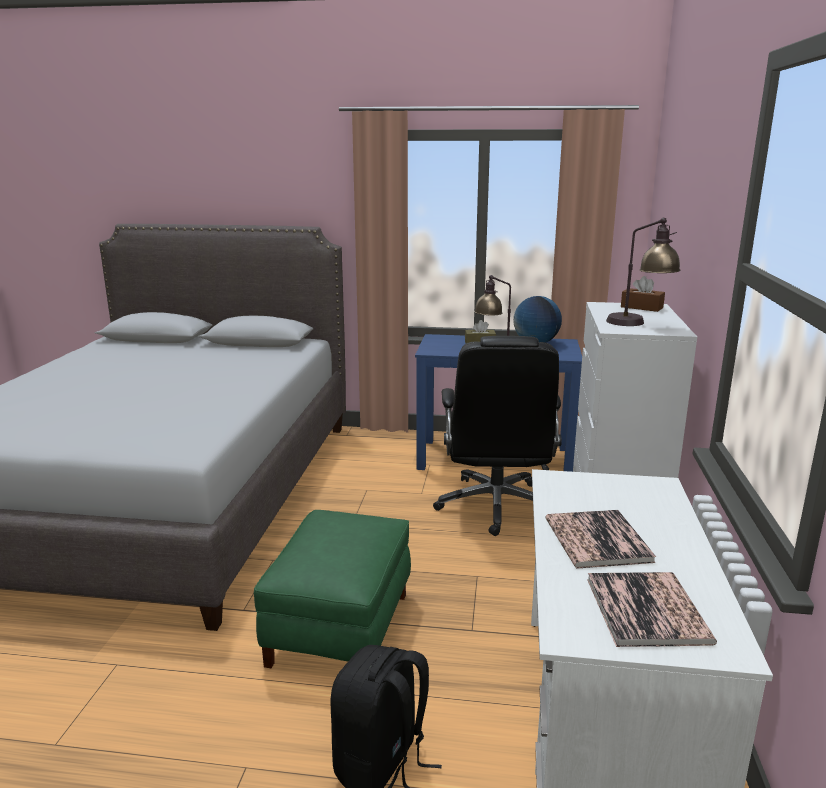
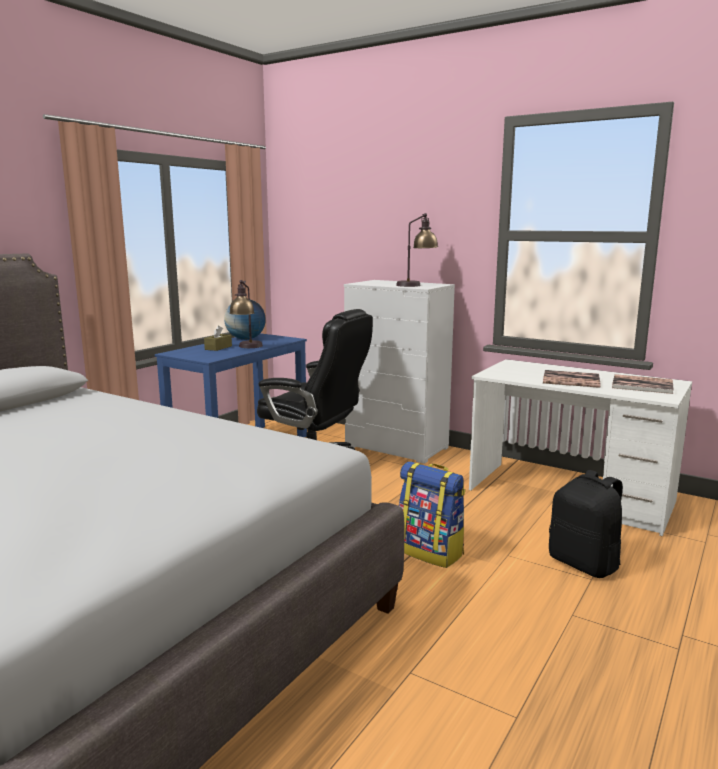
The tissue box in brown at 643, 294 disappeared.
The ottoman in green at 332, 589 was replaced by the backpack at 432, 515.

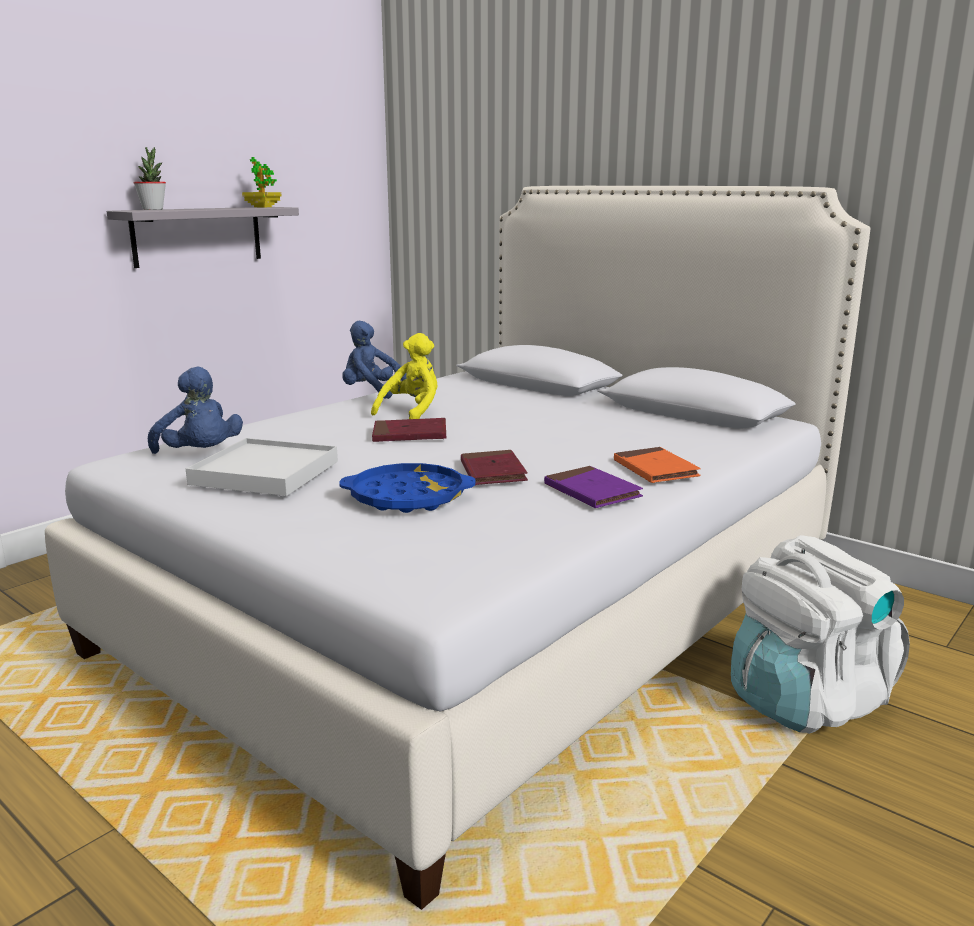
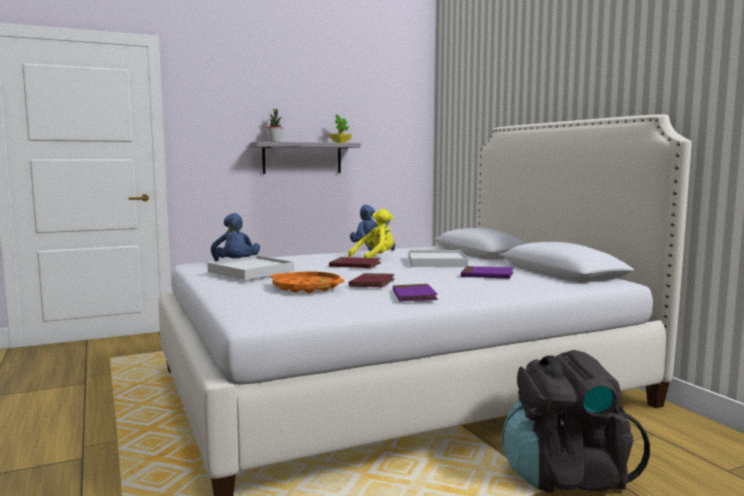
The book in orange at 657, 465 disappeared.
The tray in white at 438, 258 appeared.
The book in purple at 487, 272 appeared.
The tray in blue at 407, 488 became the tray in orange at 307, 282.
The backpack in white at 820, 634 became the backpack in black at 576, 421.

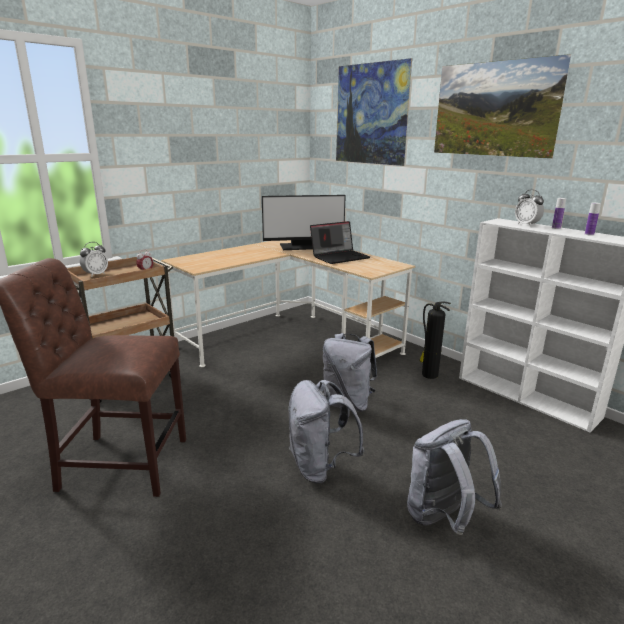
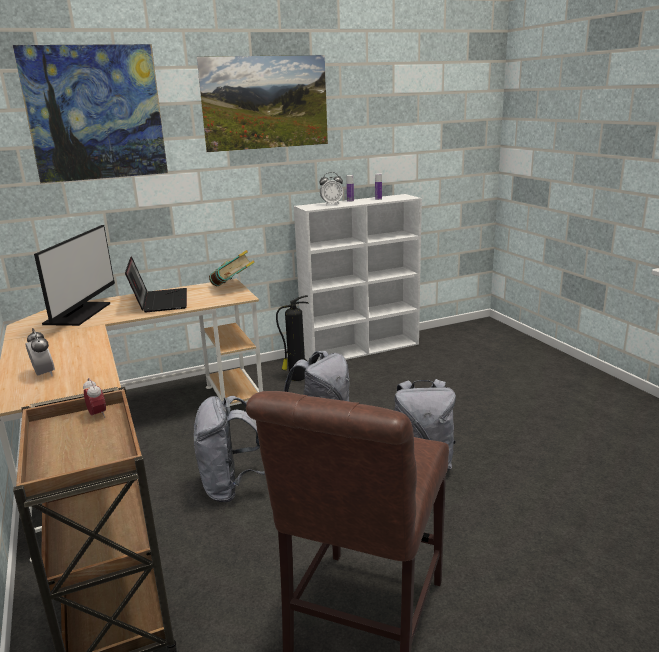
The book at 232, 268 appeared.
The alarm clock moved from 94, 259 to 40, 352.
The backpack in grey moved from 454, 477 to 229, 449.

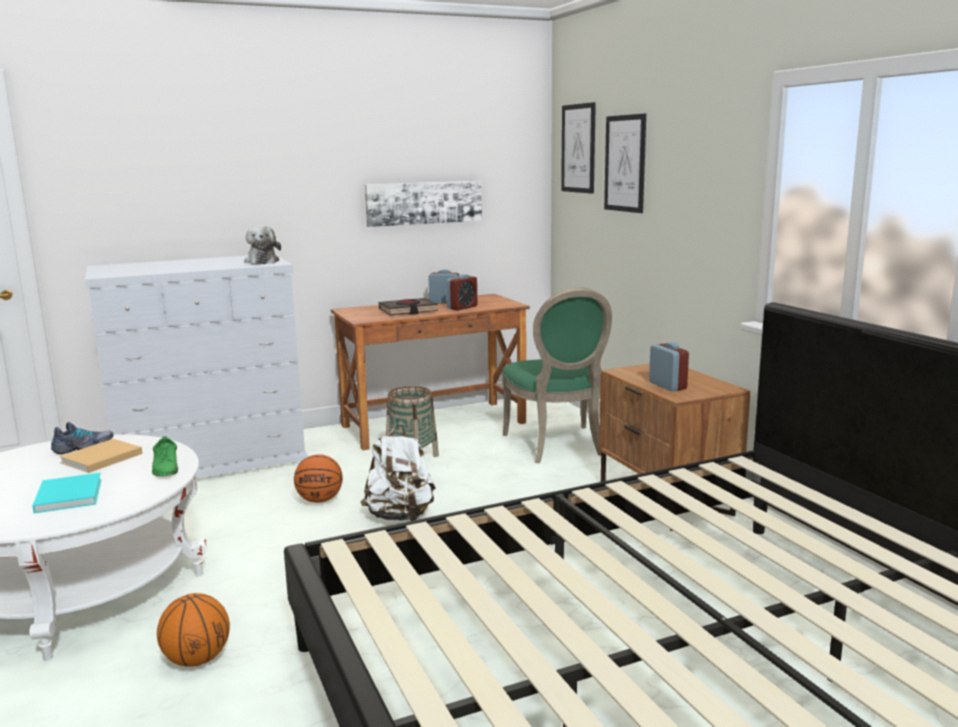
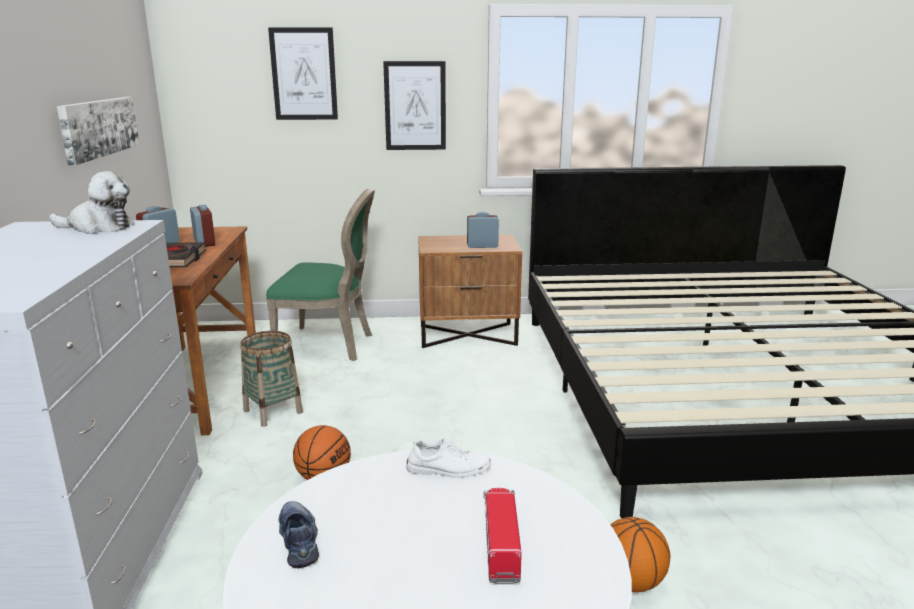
The book in beige at 101, 456 disappeared.
The backpack in white at 398, 472 disappeared.
The picture moved from 578, 148 to 414, 105.
The book in turquoise at 66, 493 was replaced by the toy truck at 503, 536.
The shoe in green at 165, 456 became the shoe in white at 448, 458.

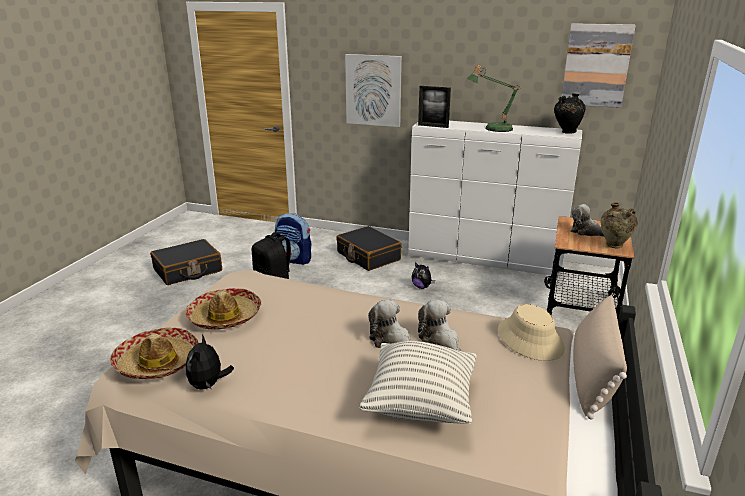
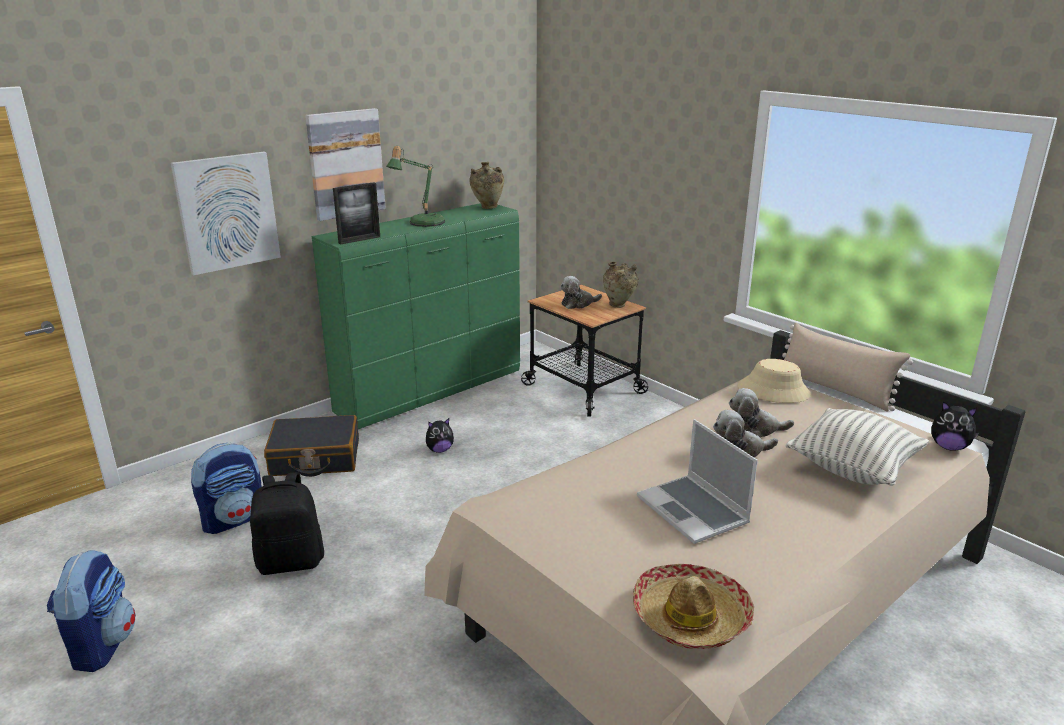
The hat at 223, 308 disappeared.
The laptop at 697, 481 appeared.
The plush toy moved from 210, 362 to 955, 426.
The picture moved from 598, 65 to 345, 164.
The suitcase in black at 186, 262 was replaced by the backpack at 91, 611.
The dresser in white at 495, 199 became the dresser in green at 416, 316.
The vase in black at 570, 113 became the vase in beige at 486, 185.

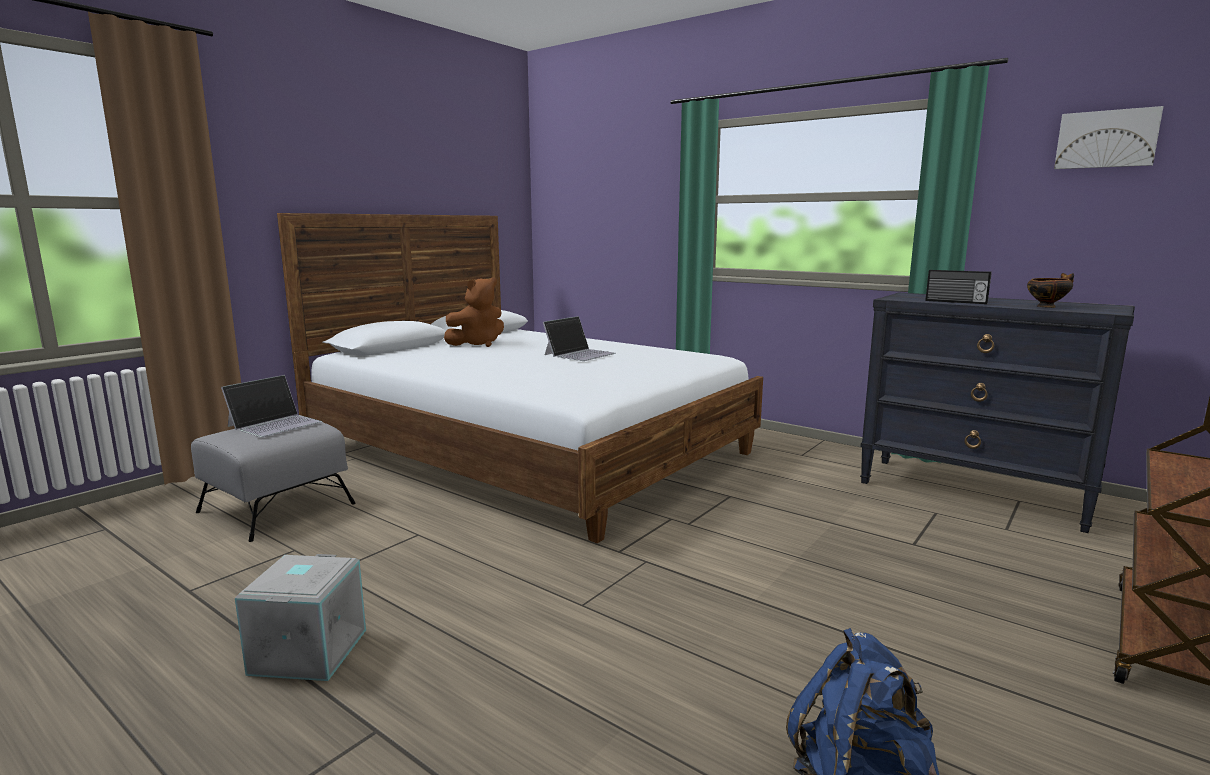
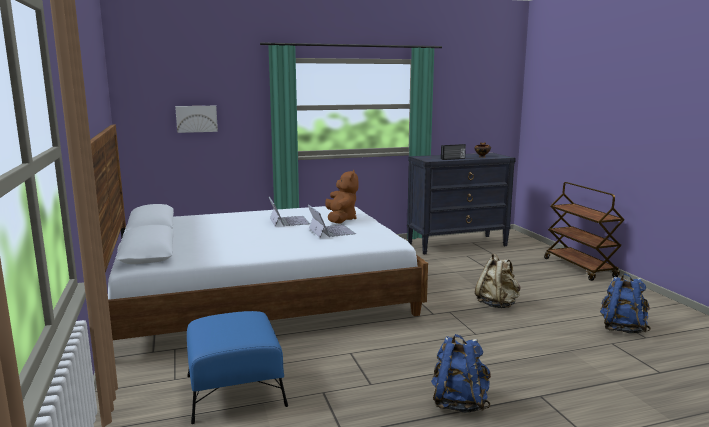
The backpack in beige at 498, 280 appeared.
The laptop moved from 271, 406 to 332, 221.
The plush toy in brown moved from 474, 312 to 341, 196.
The picture moved from 1109, 137 to 196, 119.
The storage box in grey at 300, 617 was replaced by the backpack in blue at 461, 373.
The ottoman in grey at 273, 482 became the ottoman in blue at 237, 367.

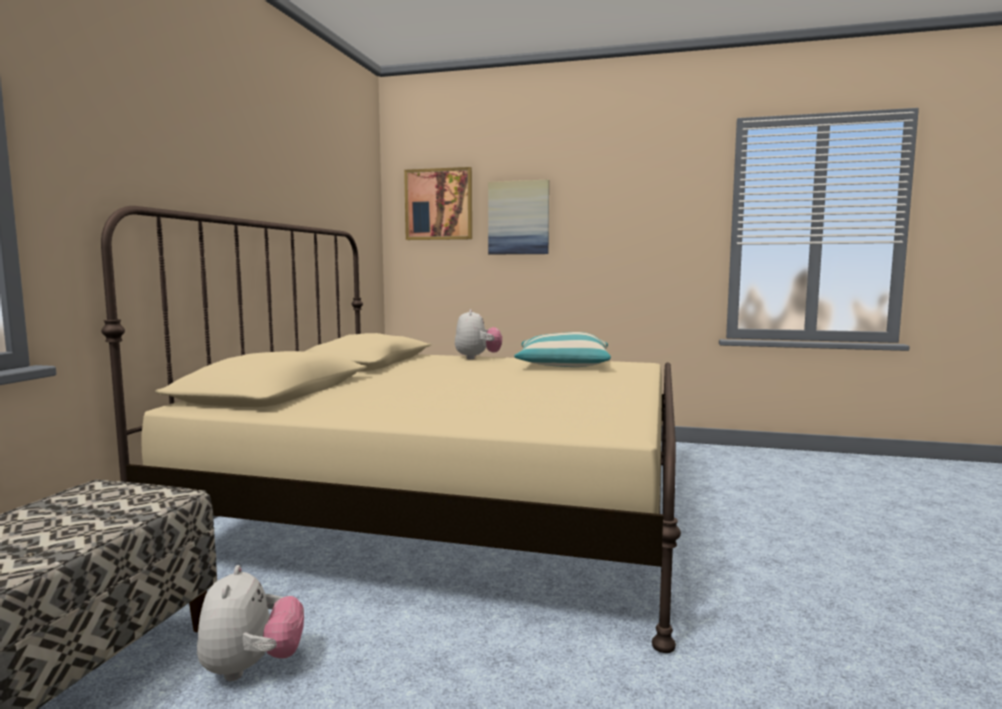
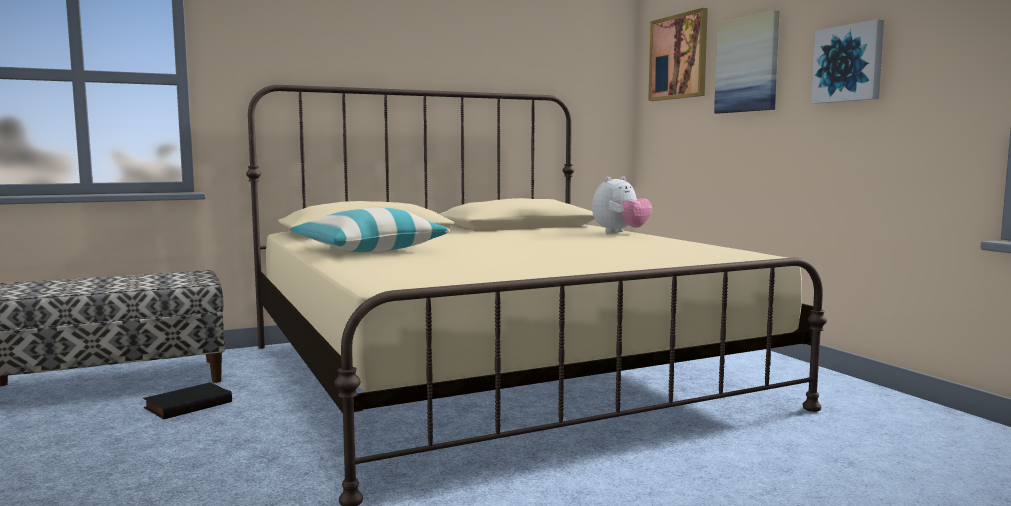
The picture at 847, 61 appeared.
The pillow moved from 562, 349 to 370, 230.
The plush toy at 250, 623 was replaced by the book in black at 187, 401.

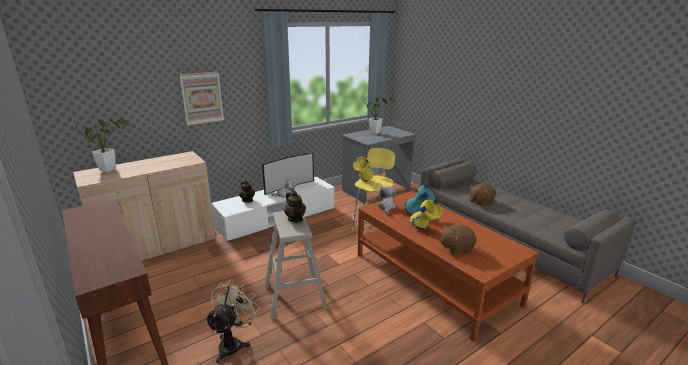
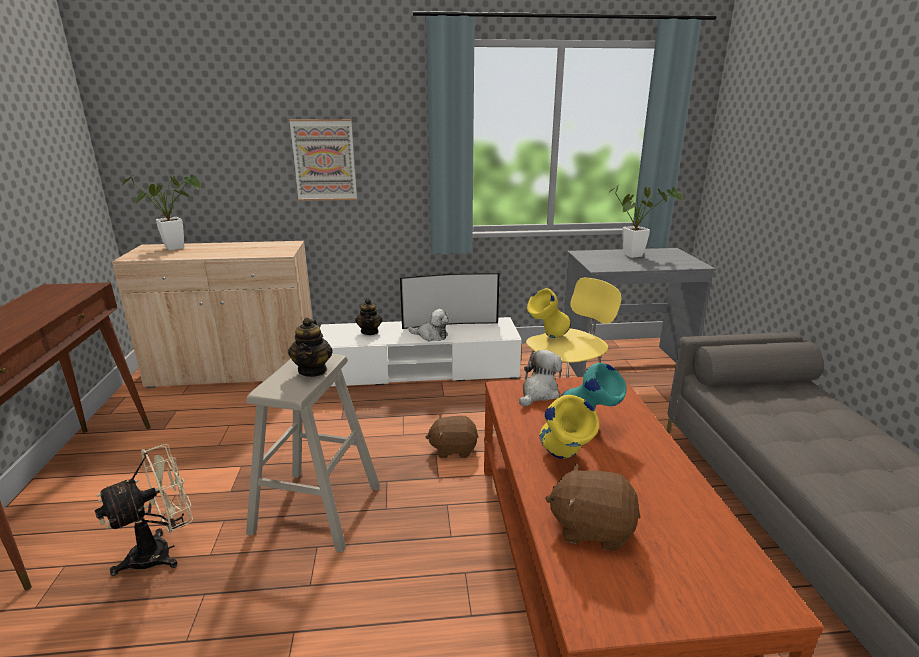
The plush toy in brown moved from 483, 194 to 452, 436.

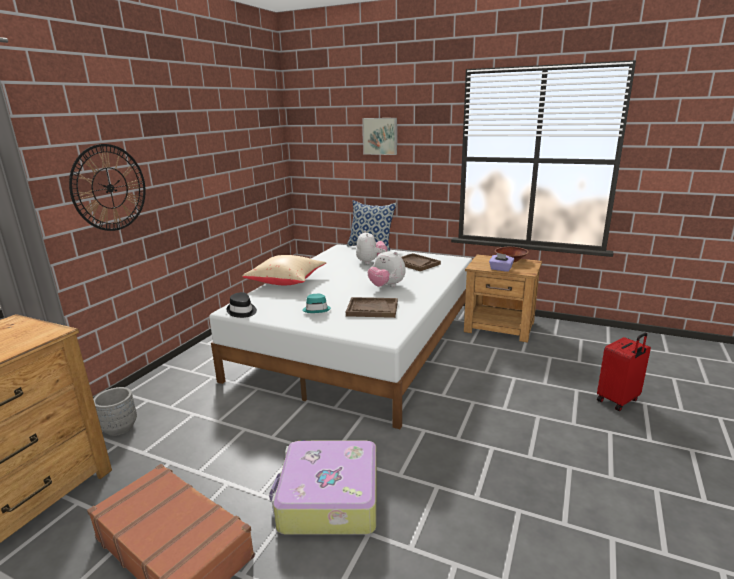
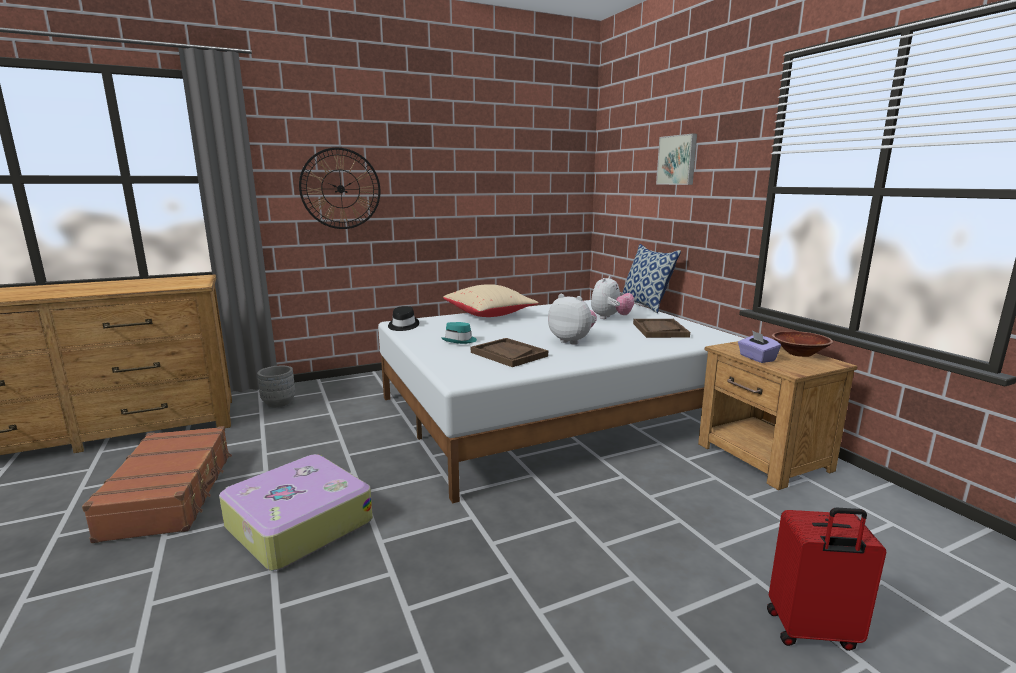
The plush toy at 387, 268 turned 135 degrees clockwise.

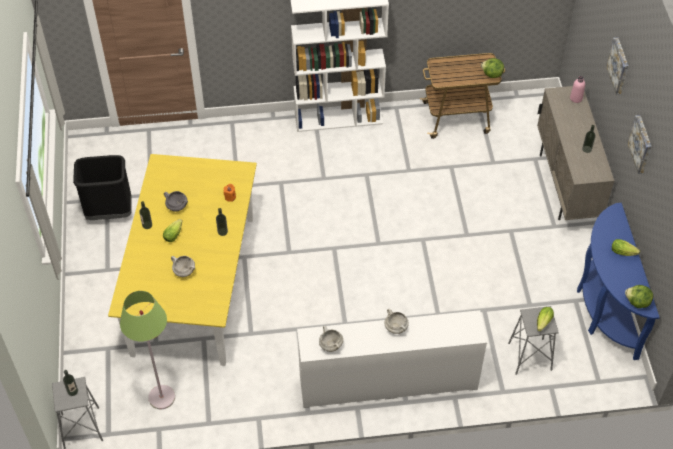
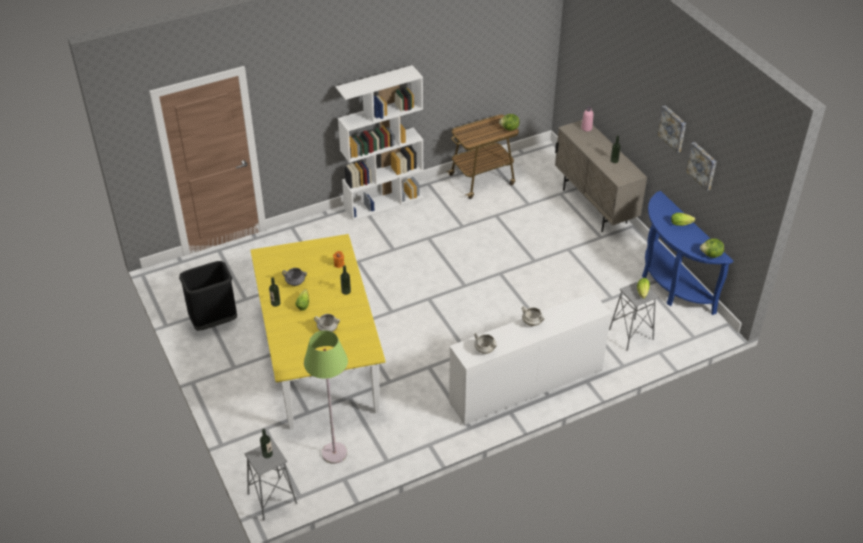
The picture moved from 617, 66 to 701, 166.

